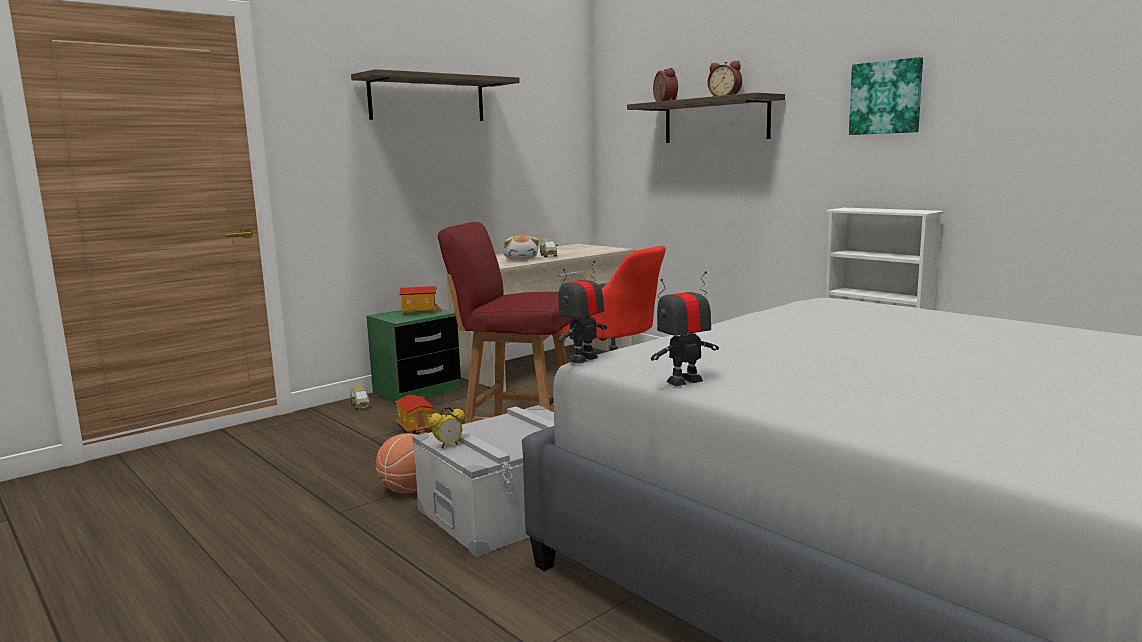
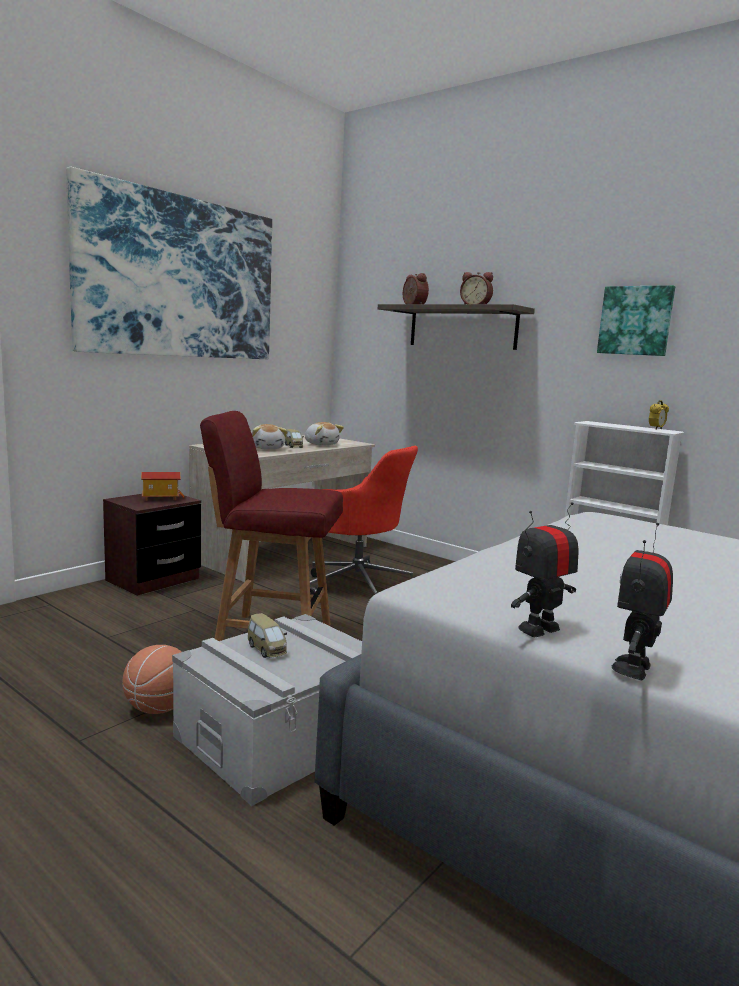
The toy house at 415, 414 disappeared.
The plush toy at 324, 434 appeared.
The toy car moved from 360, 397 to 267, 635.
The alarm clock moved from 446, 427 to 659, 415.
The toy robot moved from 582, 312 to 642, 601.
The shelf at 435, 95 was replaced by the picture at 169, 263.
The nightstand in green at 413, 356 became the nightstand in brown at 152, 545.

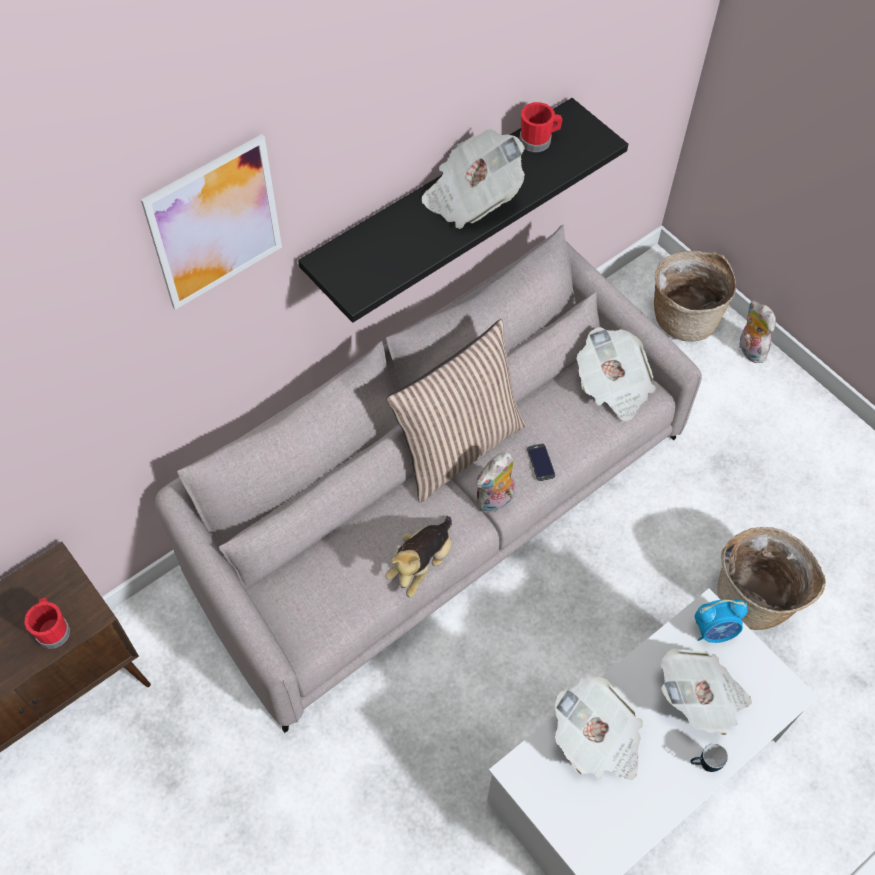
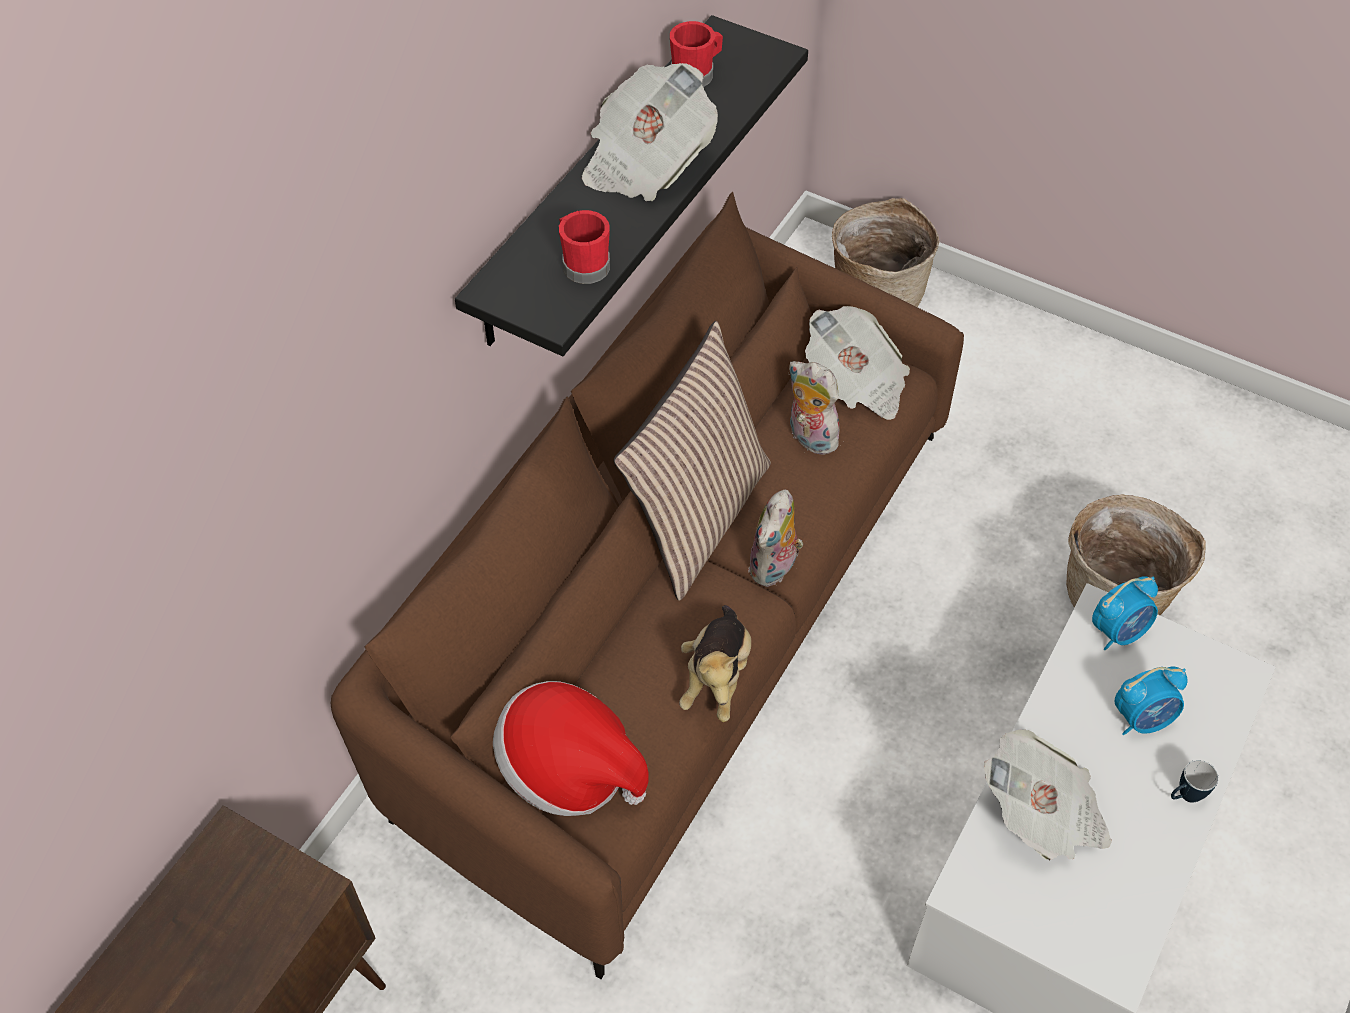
The picture at 211, 222 disappeared.
The phone at 541, 462 disappeared.
The hat at 571, 748 appeared.
The mug in red moved from 47, 623 to 584, 247.
The plush toy moved from 757, 331 to 813, 408.
The newspaper at 706, 692 was replaced by the alarm clock at 1151, 701.
The sofa in grey at 428, 479 became the sofa in brown at 647, 585.

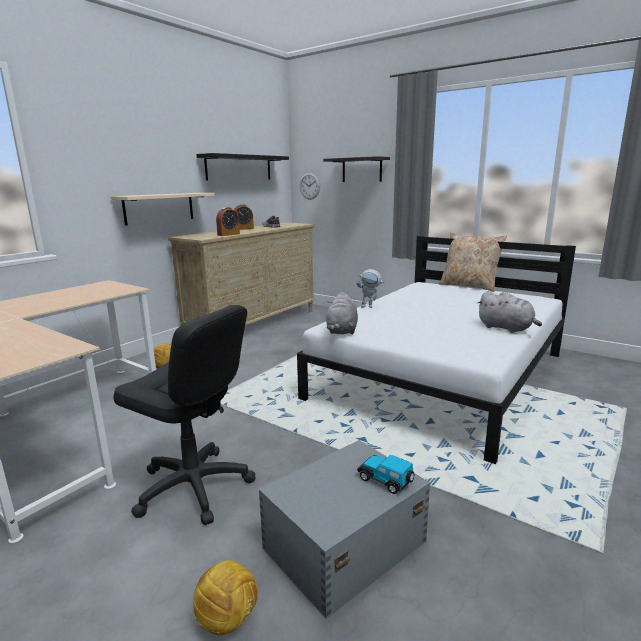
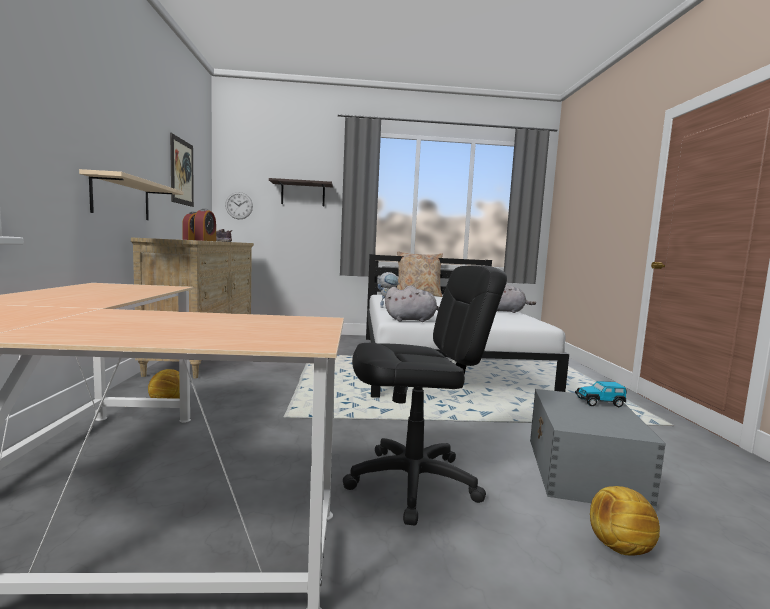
The shelf in black at 242, 167 was replaced by the picture at 182, 170.
The plush toy in grey at 342, 313 turned 60 degrees counterclockwise.

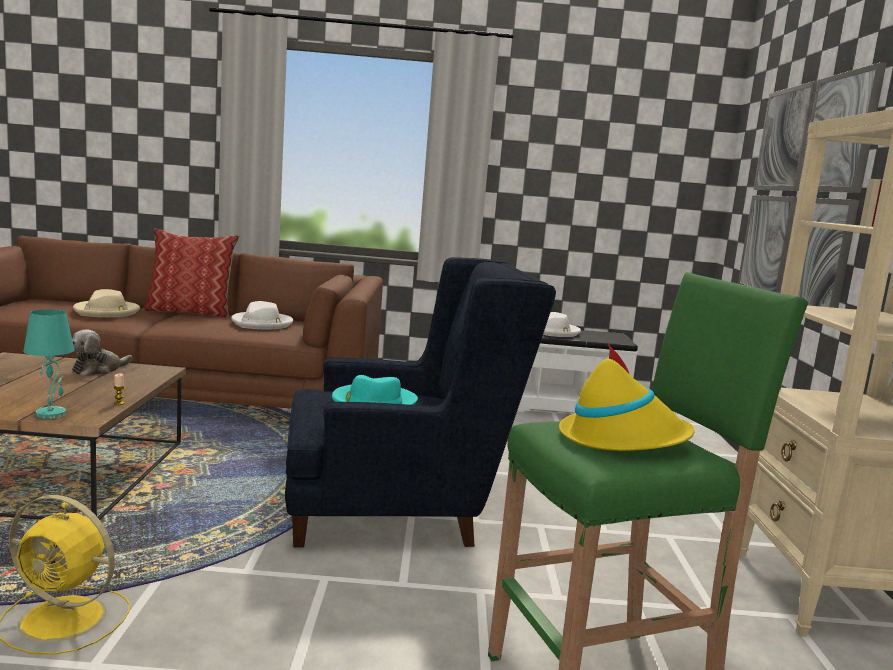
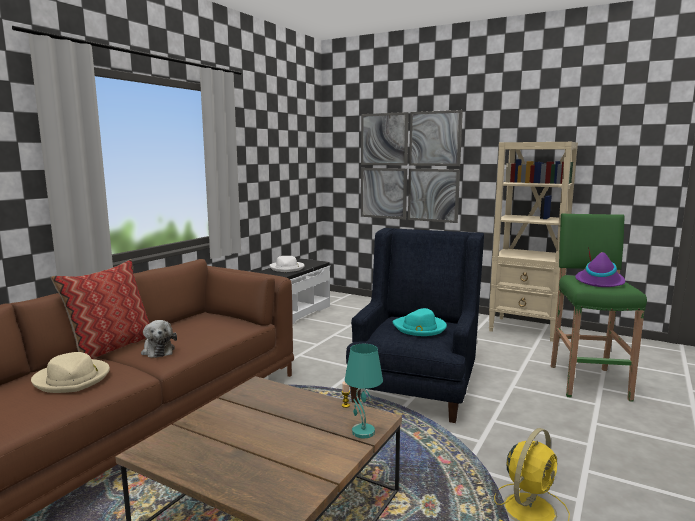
The hat in white at 262, 315 disappeared.
The plush toy moved from 102, 352 to 159, 339.
The hat in yellow at 627, 396 became the hat in purple at 600, 267.

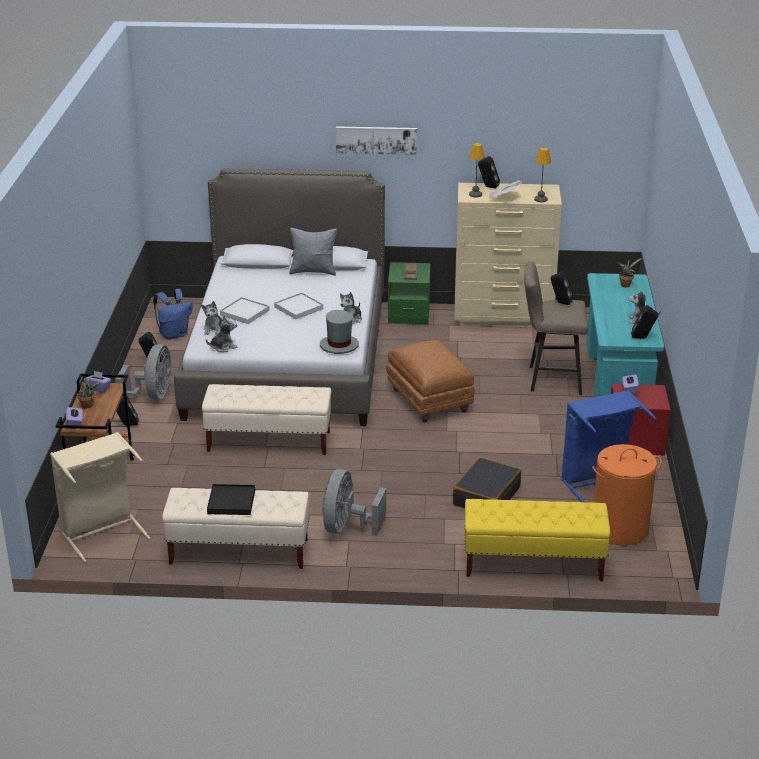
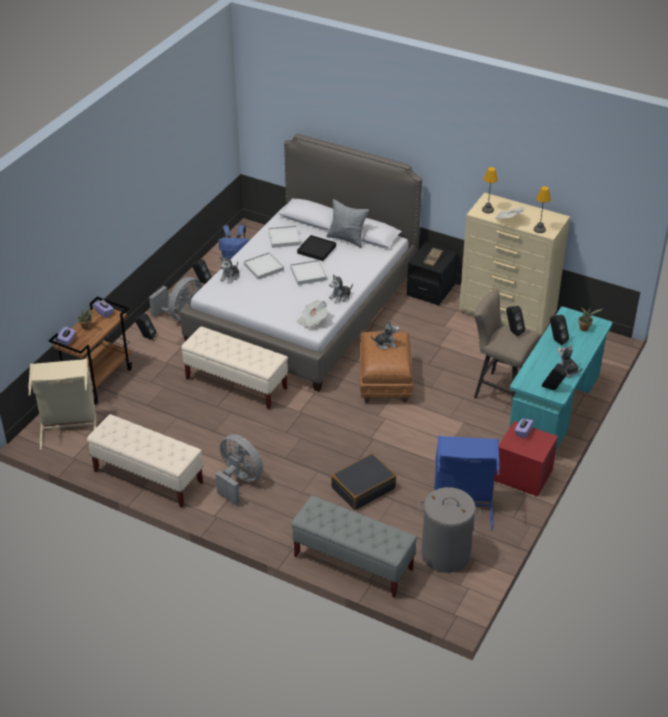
The picture at 376, 140 disappeared.
The tray in white at 285, 236 appeared.
The plush toy moved from 221, 334 to 385, 335.
The tray in black moved from 231, 499 to 316, 248.
The speaker in black moved from 489, 172 to 559, 330.
The hat in grey at 339, 332 was replaced by the newspaper at 312, 314.
The nightstand in green at 409, 293 became the nightstand in black at 432, 273.
The bench in yellow at 537, 540 became the bench in grey at 354, 546.
The laundry basket in orange at 627, 495 became the laundry basket in grey at 449, 530.
The fan in grey at 354, 501 turned 90 degrees clockwise.

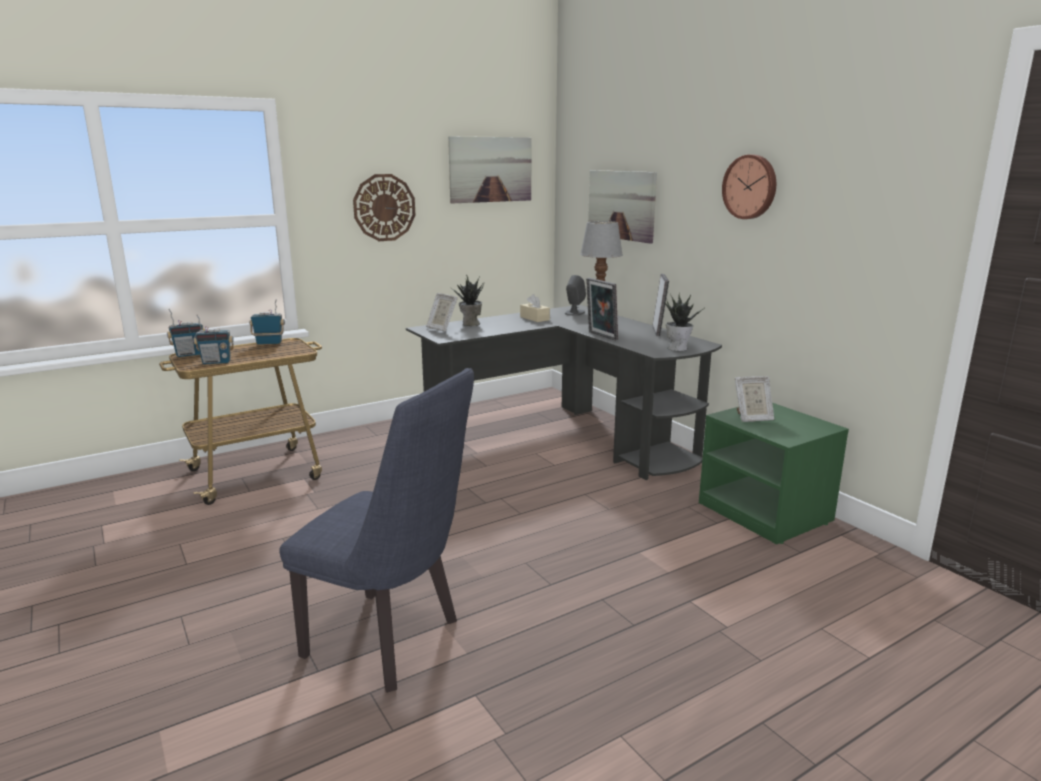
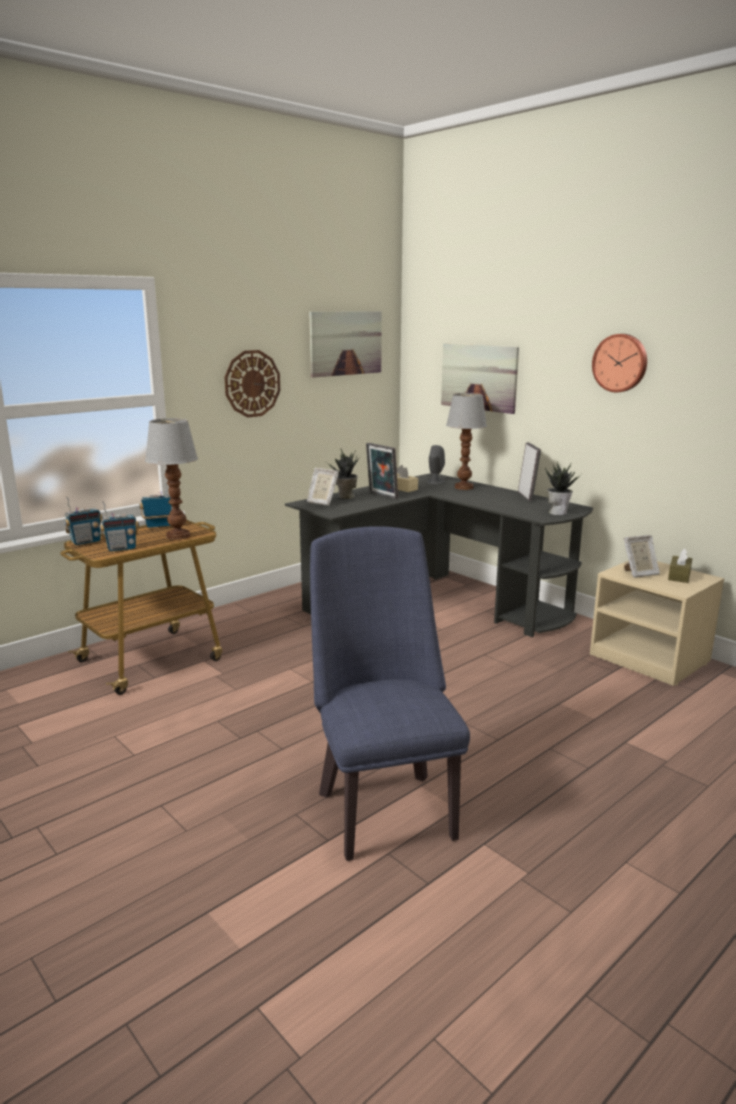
The table lamp at 171, 479 appeared.
The tissue box in brown at 680, 565 appeared.
The picture frame moved from 602, 309 to 382, 471.
The nightstand in green at 774, 473 became the nightstand in beige at 657, 623.
The chair in blue at 376, 530 turned 120 degrees counterclockwise.

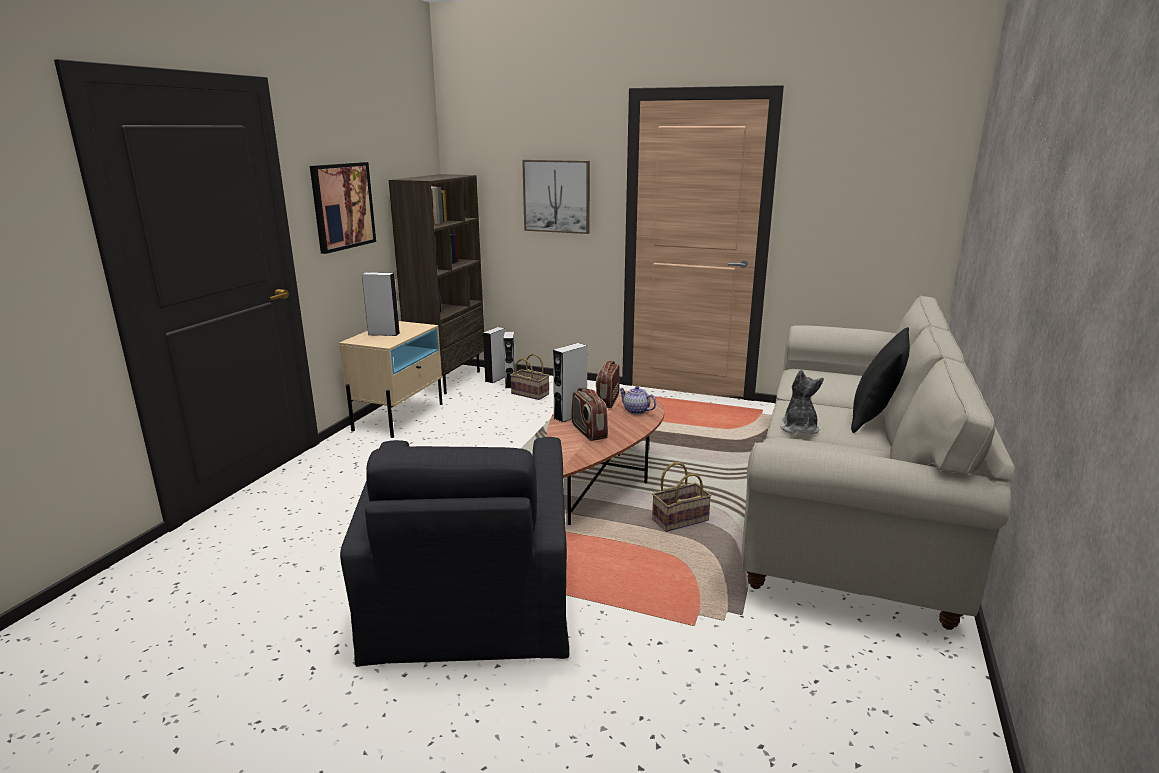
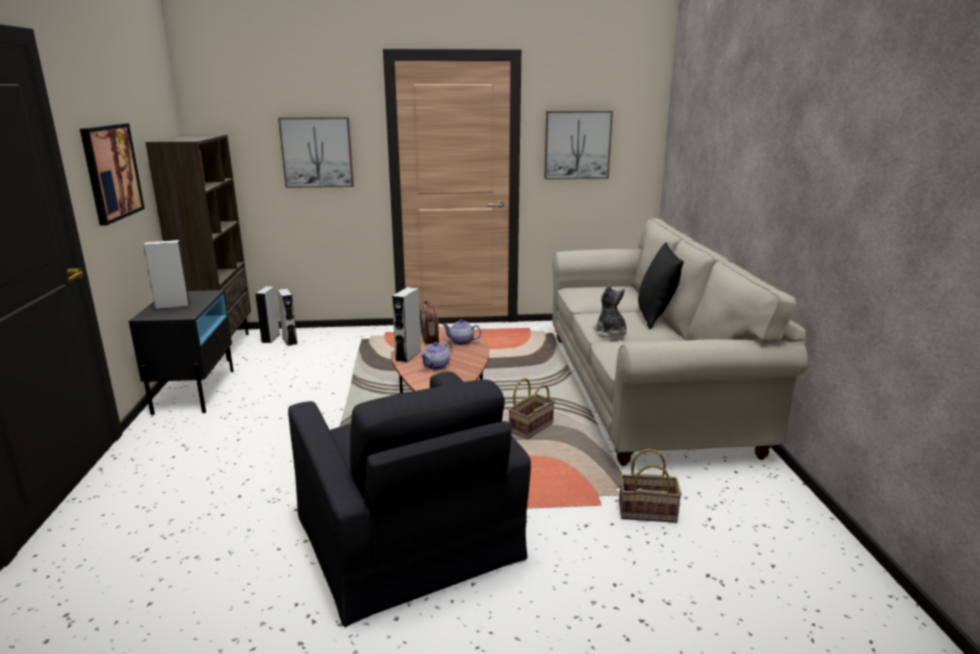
The picture at 578, 145 appeared.
The basket moved from 530, 377 to 650, 486.
The radio at 590, 414 was replaced by the teapot at 436, 356.
The nightstand in beige at 390, 379 became the nightstand in black at 181, 352.

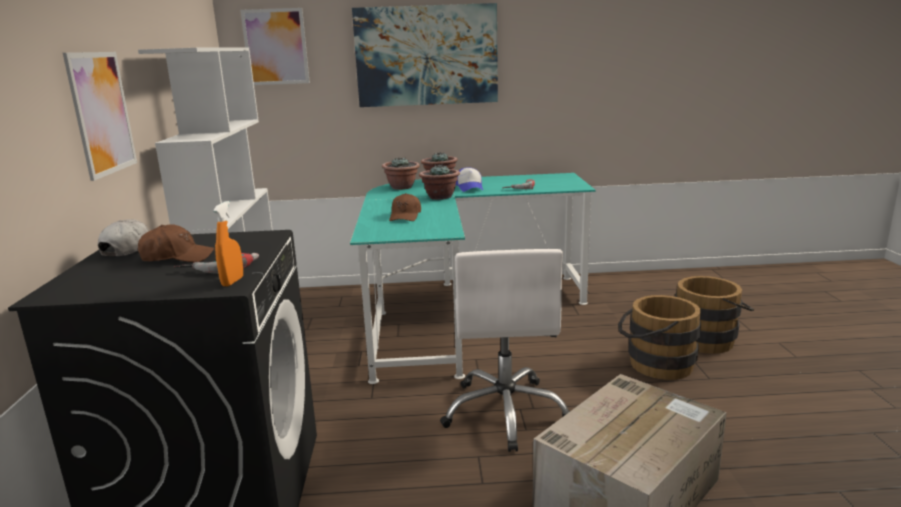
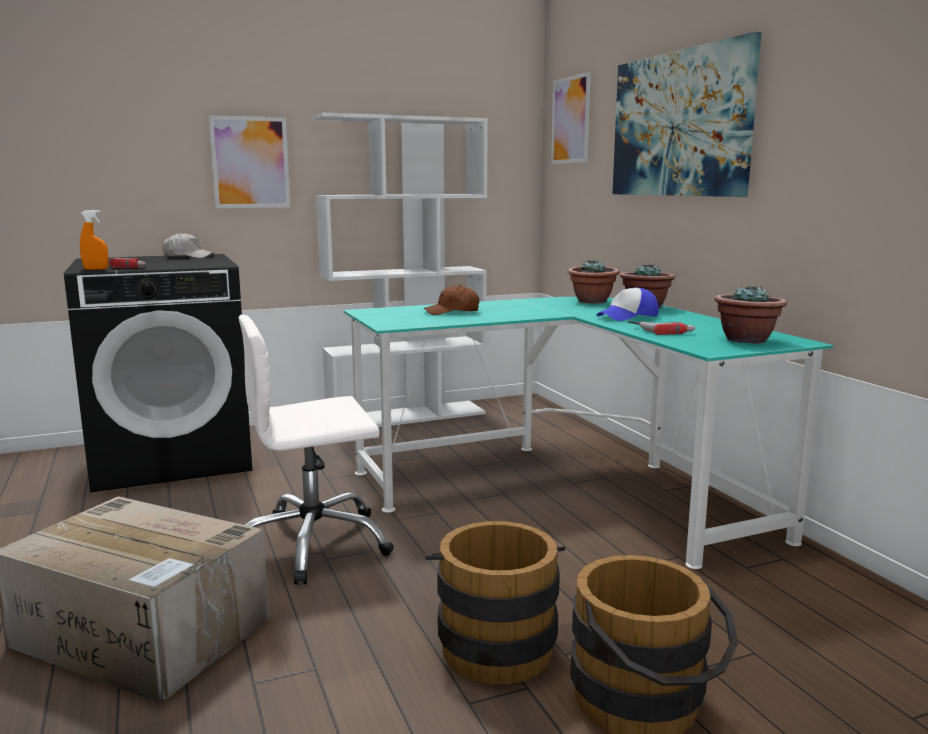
The cap in brown at 176, 243 disappeared.
The potted plant moved from 439, 182 to 750, 314.

